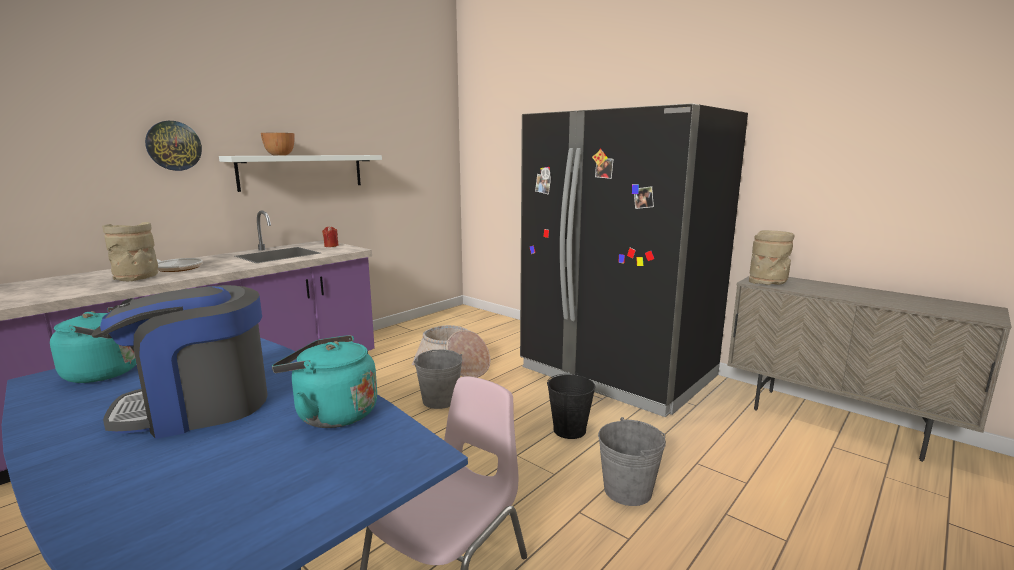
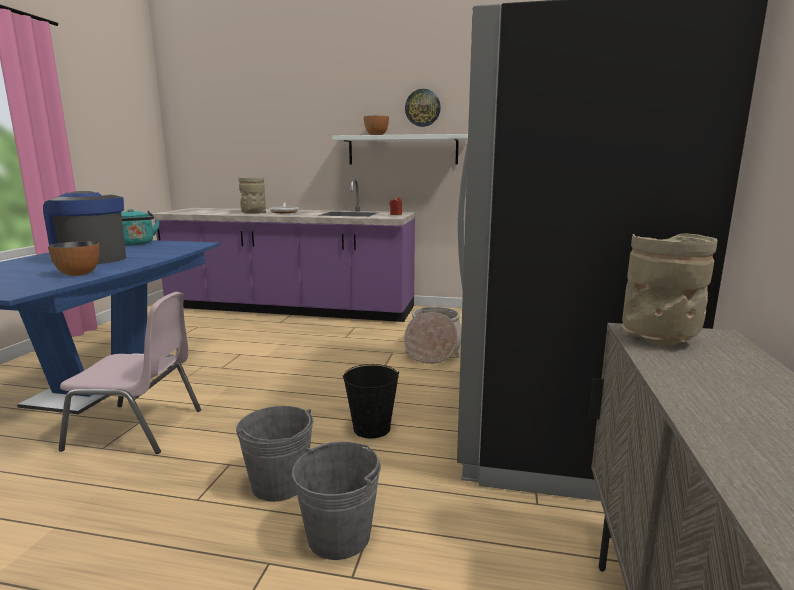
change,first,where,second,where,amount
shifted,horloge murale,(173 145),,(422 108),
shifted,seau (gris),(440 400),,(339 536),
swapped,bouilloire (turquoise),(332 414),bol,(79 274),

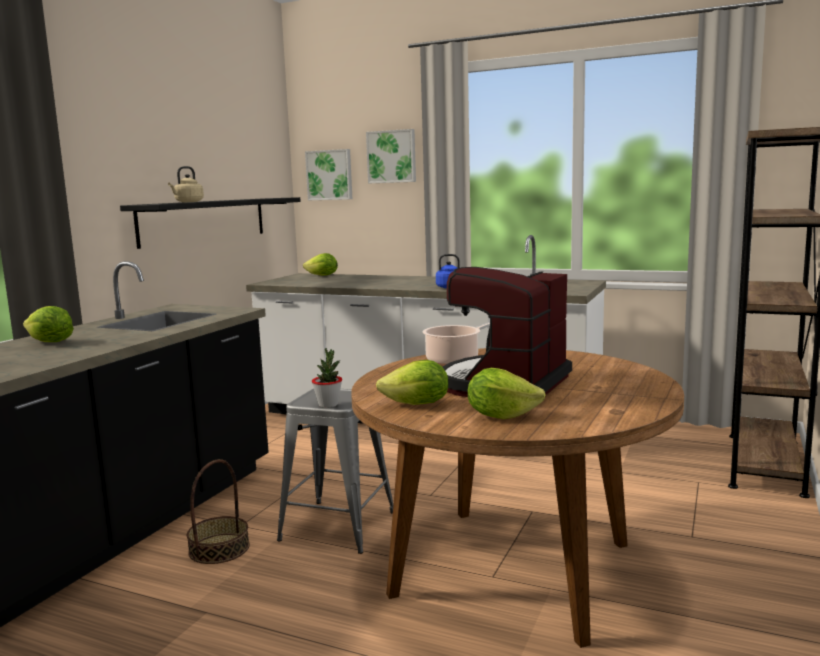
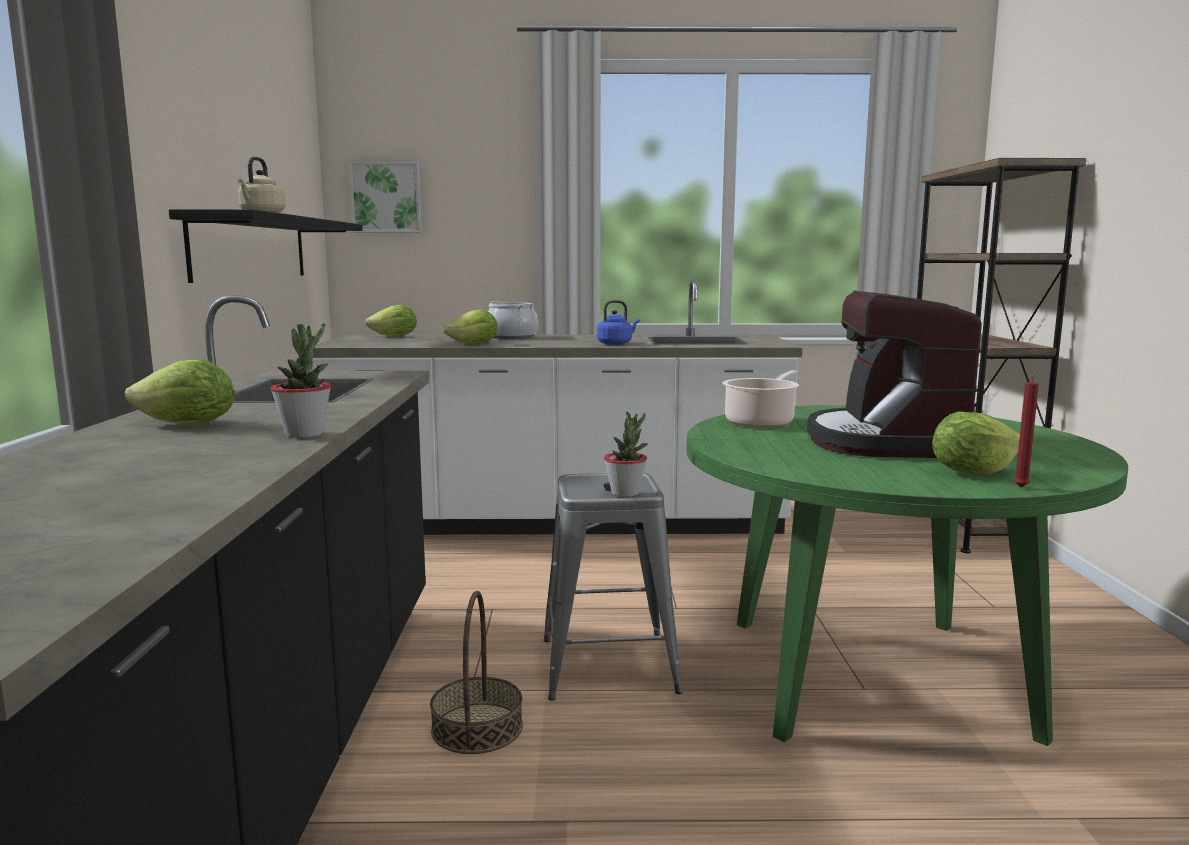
change,first,where,second,where,amount
gone,tableau,(392 156),,,
new,,,plante en pot,(304 434),
new,,,marmite,(511 337),
new,,,bougie (rouge),(1022 487),
shifted,laitue,(417 405),,(474 344),
repainted,table à manger (marron),(513 568),table à manger (vert),(873 675),

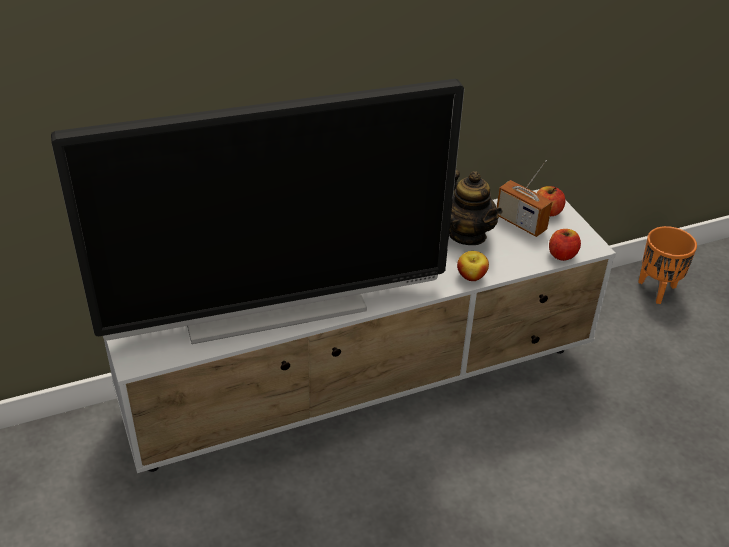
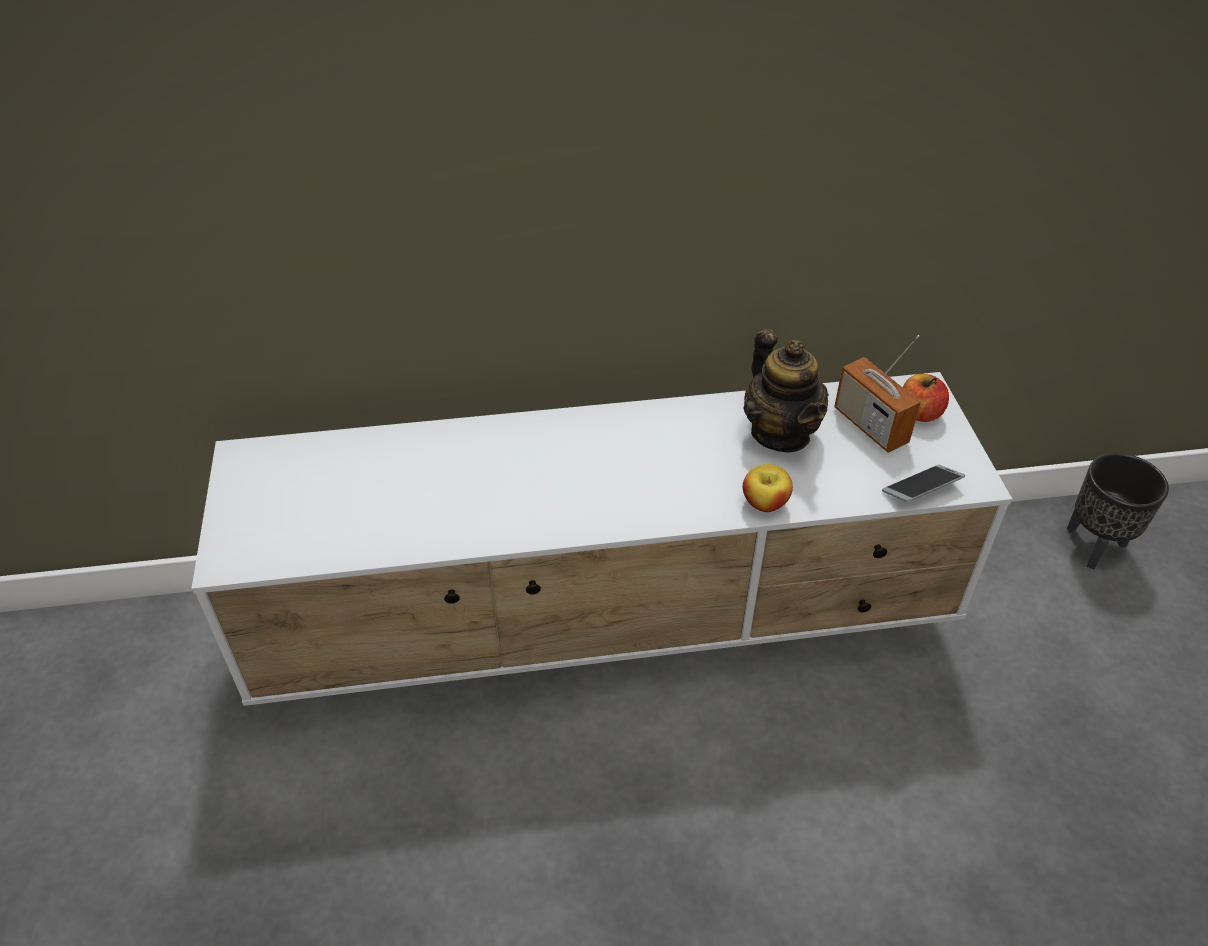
change,first,where,second,where,amount
gone,téléviseur,(275 308),,,
swapped,pomme,(562 255),téléphone,(921 489),
repainted,cache-pot (orange),(658 290),cache-pot (noir),(1095 546),

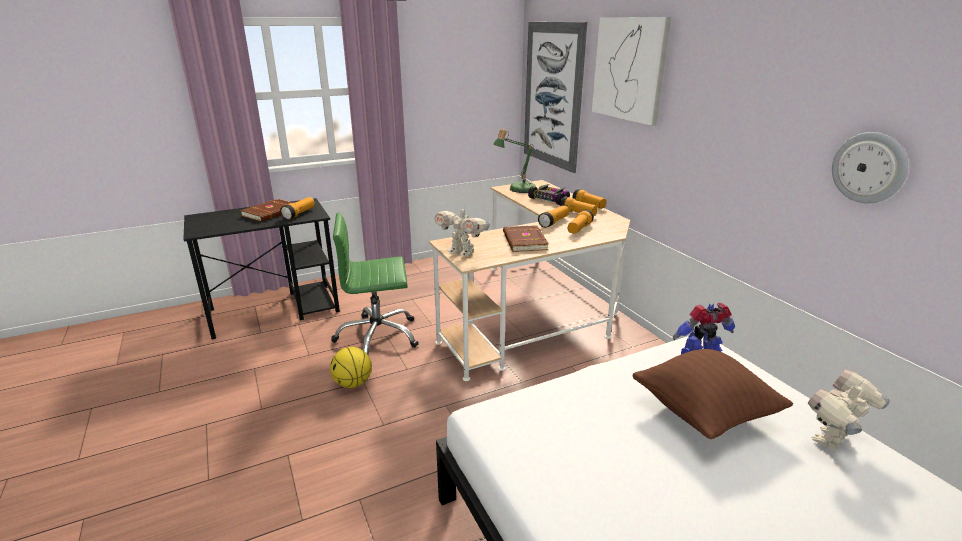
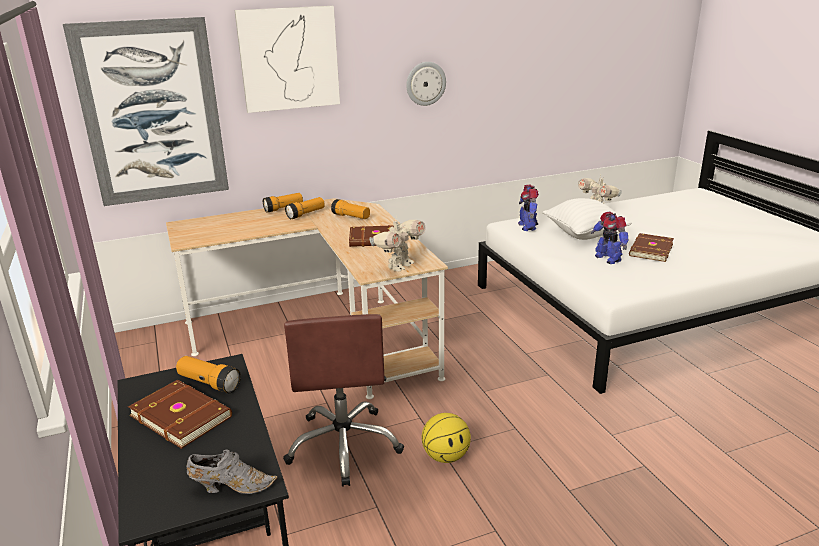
change,first,where,second,where,amount
gone,lampe de table,(518 189),,,
gone,petite voiture,(550 199),,,
gone,lampe de poche,(553 222),,,
new,,,chaussure (gris),(231 487),
new,,,robot jouet,(608 258),
new,,,livre (marron),(650 250),
shifted,horloge murale,(869 168),,(425 83),
repainted,chaise de bureau (vert),(378 337),chaise de bureau (marron),(344 445),
repainted,coussin (marron),(703 413),coussin (blanc),(584 234),

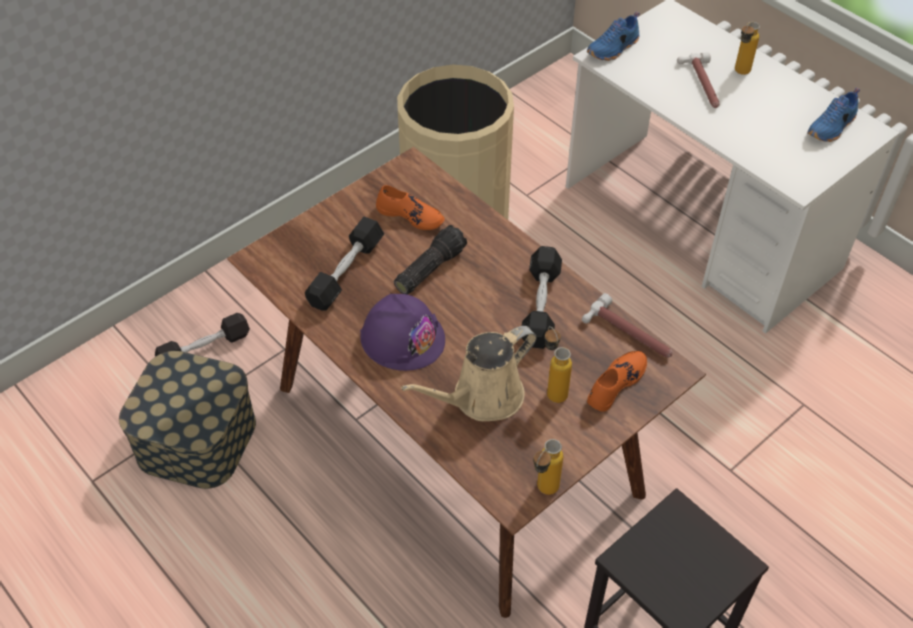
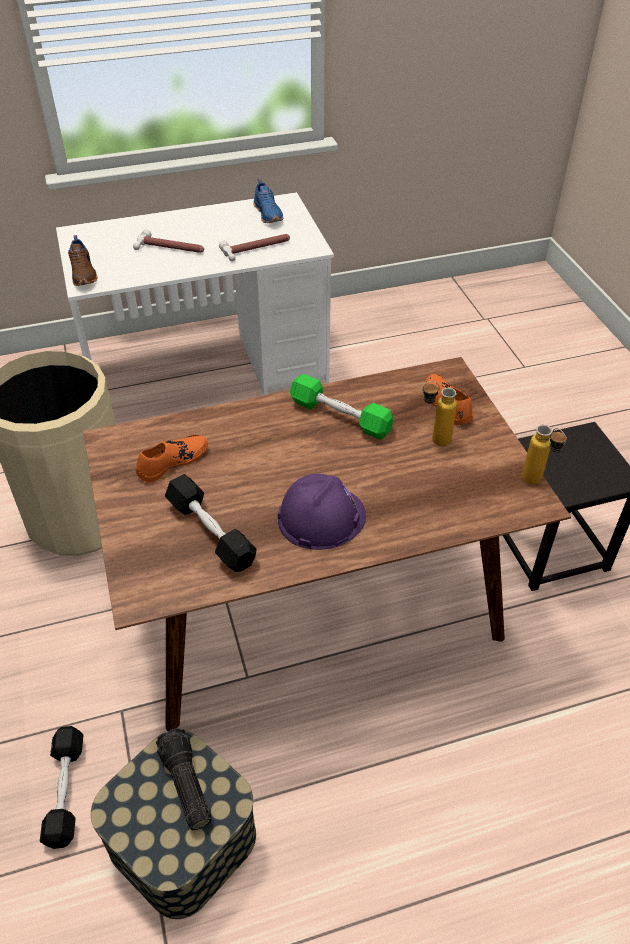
change,first,where,second,where,amount
gone,arrosoir (beige),(482 398),,,
gone,bouteille,(739 74),,,
shifted,lampe de poche,(429 268),,(184 784),
shifted,marteau,(629 335),,(257 249),
repainted,haltère (noir),(540 306),haltère (vert),(340 416),
repainted,chaussure (bleu),(614 49),chaussure (marron),(84 274),

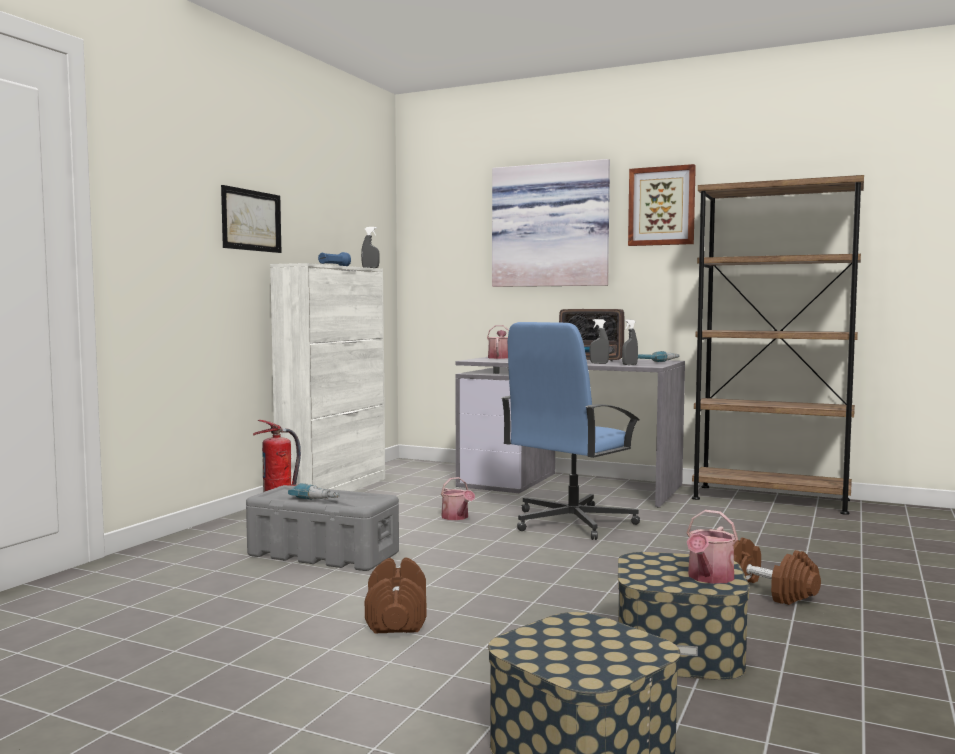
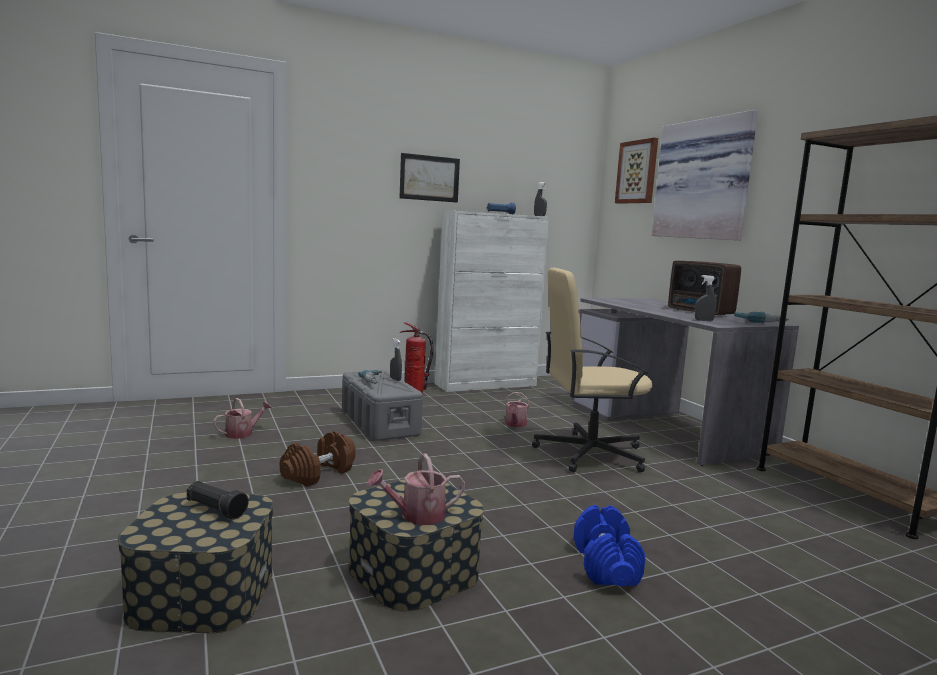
change,first,where,second,where,amount
new,,,lampe de poche (noir),(216 510),
shifted,arrosoir,(499 357),,(243 433),
shifted,vaporisateur (gris),(599 363),,(395 379),
shifted,tableau,(661 206),,(637 172),
repainted,chaise de bureau (bleu),(570 522),chaise de bureau (beige),(588 453),
repainted,haltère (marron),(765 591),haltère (bleu),(605 565),

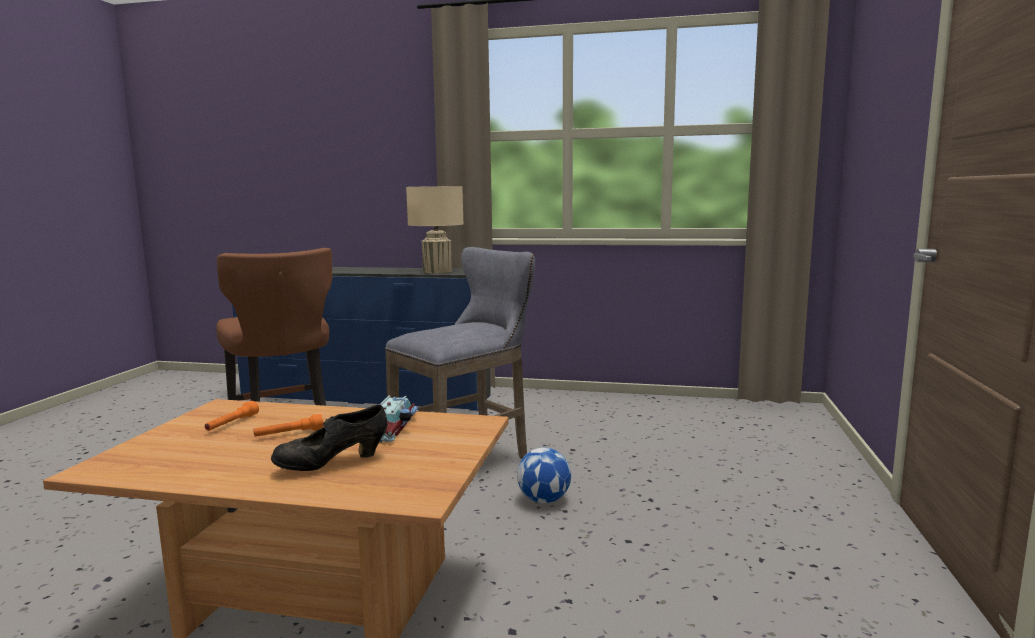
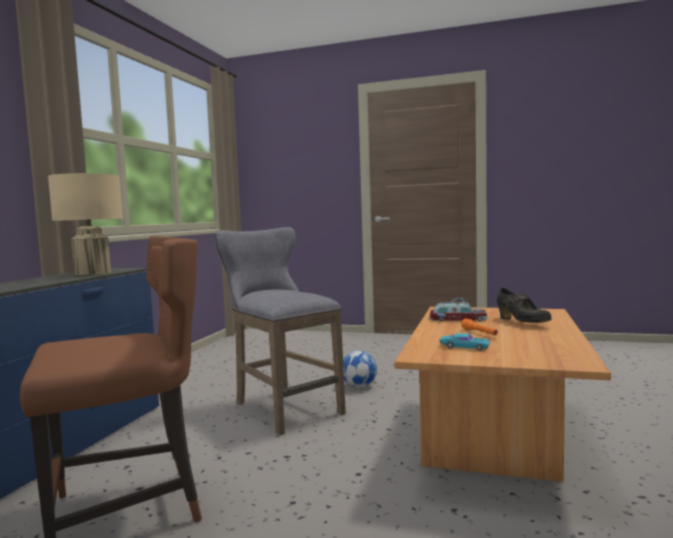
change,first,where,second,where,amount
swapped,lampe de poche (orange),(232 424),petite voiture (turquoise),(464 347),

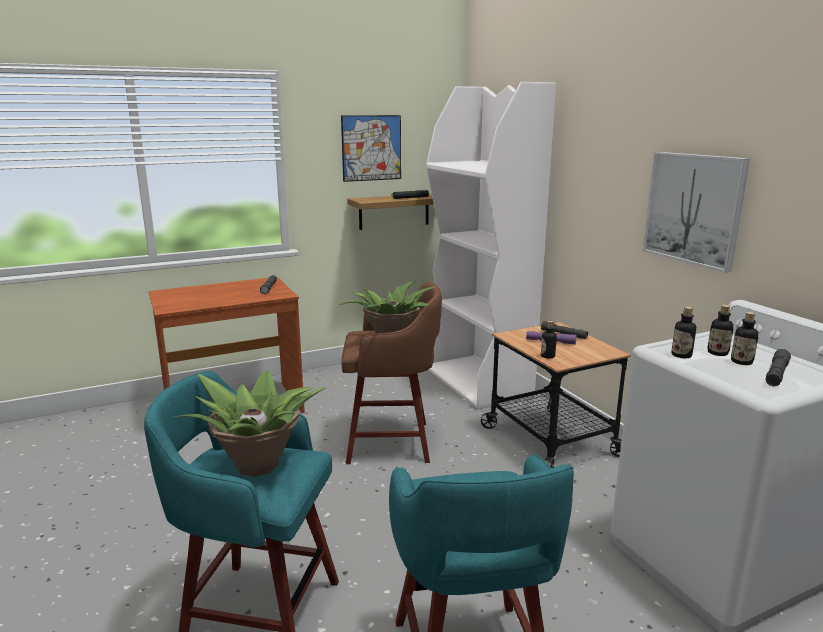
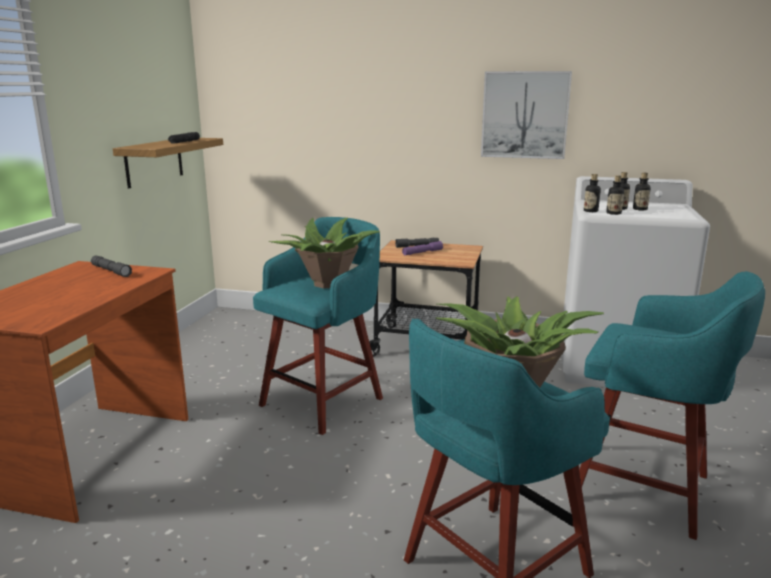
change,first,where,second,where,amount
gone,tableau,(371 148),,,
gone,bibliothèque (blanc),(478 382),,,
gone,lampe de poche (gris),(776 374),,,
shifted,bouteille,(547 356),,(590 211),
repainted,tabouret (marron),(392 442),tabouret (turquoise),(324 400),

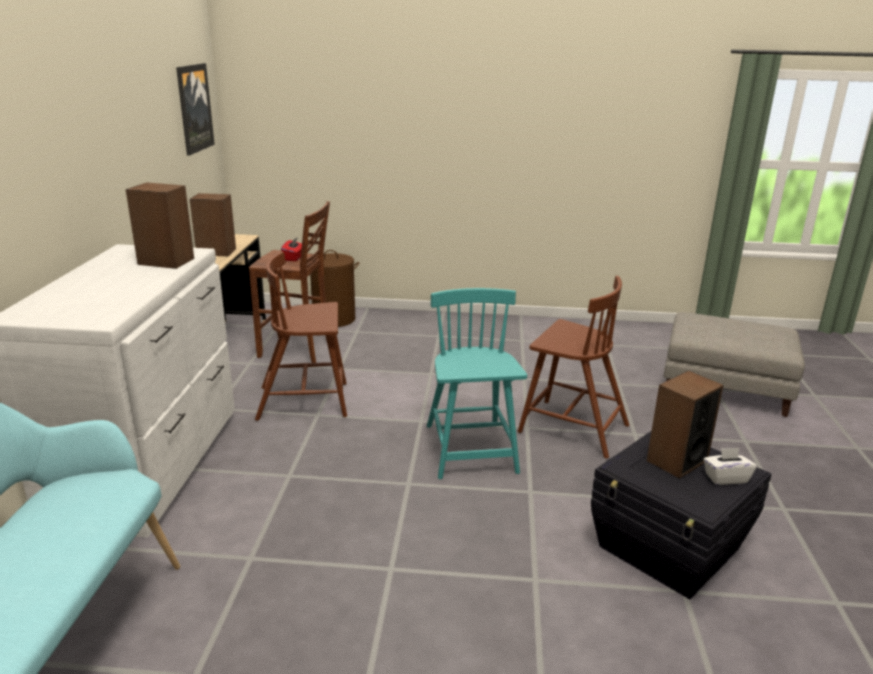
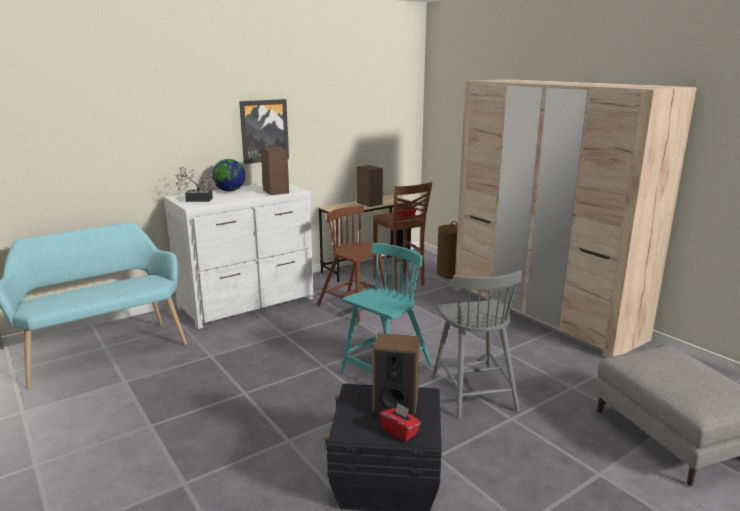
change,first,where,second,where,amount
new,,,plante en pot,(196 199),
new,,,globe,(230 191),
new,,,armoire (beige),(543 312),
shifted,tableau,(194 108),,(264 131),
repainted,chaise (marron),(571 428),chaise (gris),(473 391),
repainted,boîte à mouchoirs (blanc),(725 478),boîte à mouchoirs (rouge),(400 432),

